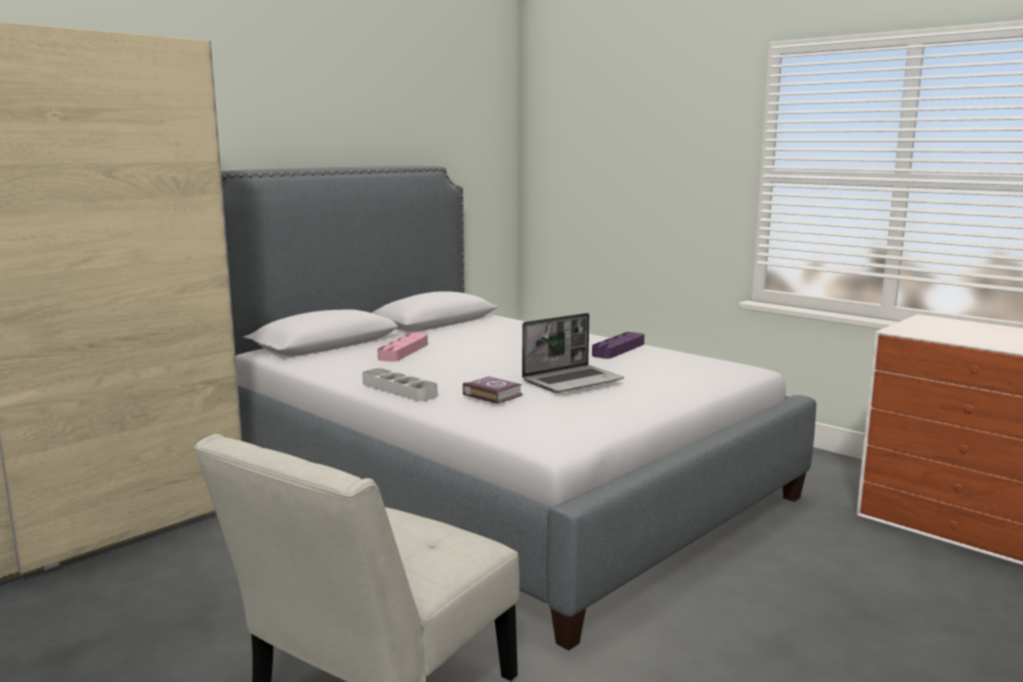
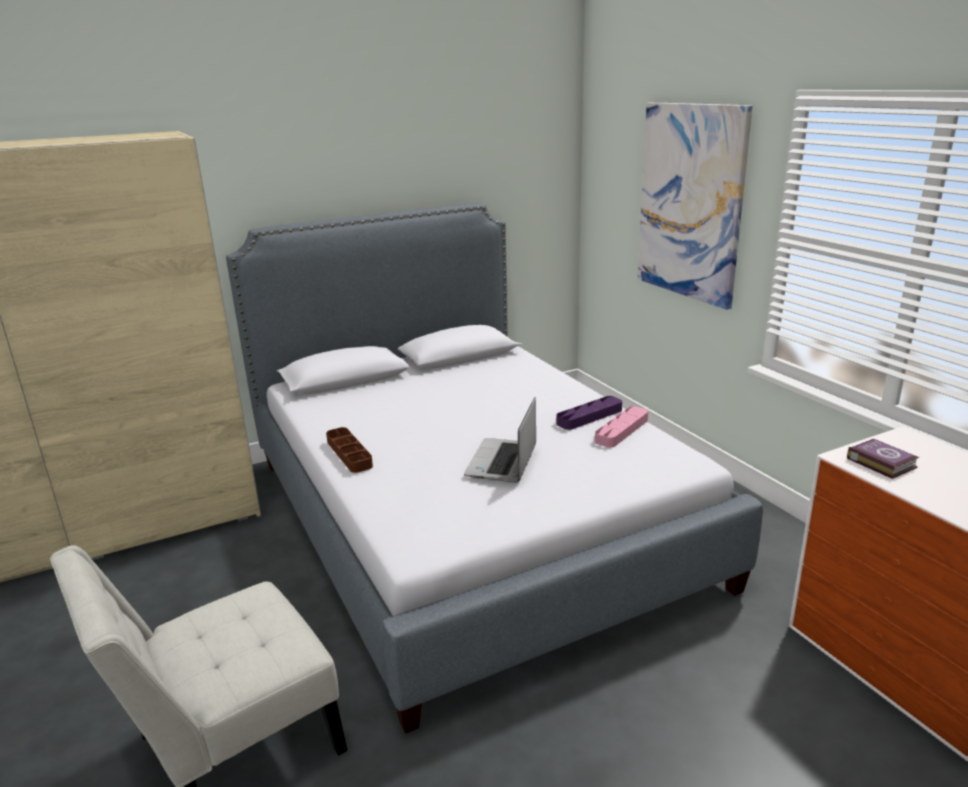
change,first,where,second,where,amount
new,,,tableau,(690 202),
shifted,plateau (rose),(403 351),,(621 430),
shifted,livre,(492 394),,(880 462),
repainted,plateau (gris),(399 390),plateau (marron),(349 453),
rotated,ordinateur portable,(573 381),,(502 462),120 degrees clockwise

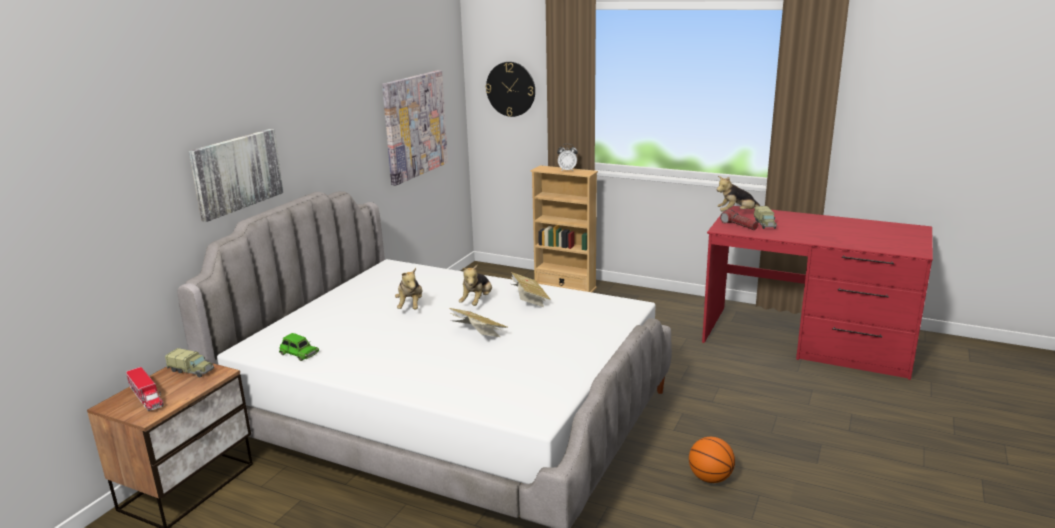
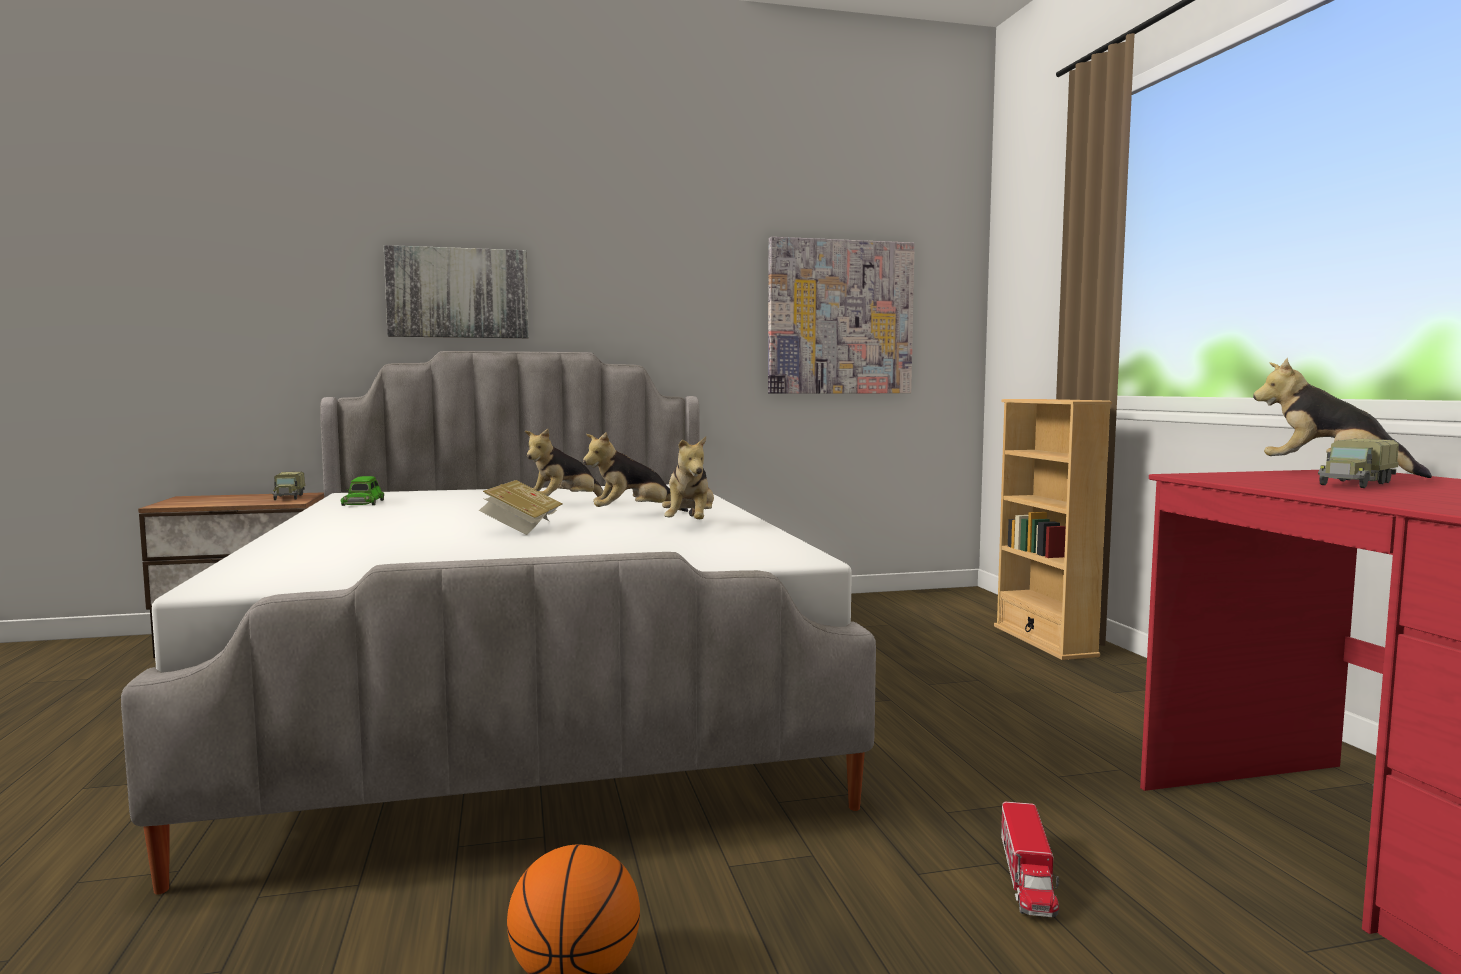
change,first,where,second,where,amount
gone,horloge murale,(511 89),,,
gone,réveil,(567 170),,,
gone,lampe de poche,(739 225),,,
shifted,camion jouet,(146 397),,(1027 877),
swapped,livre,(529 300),peluche,(690 525),

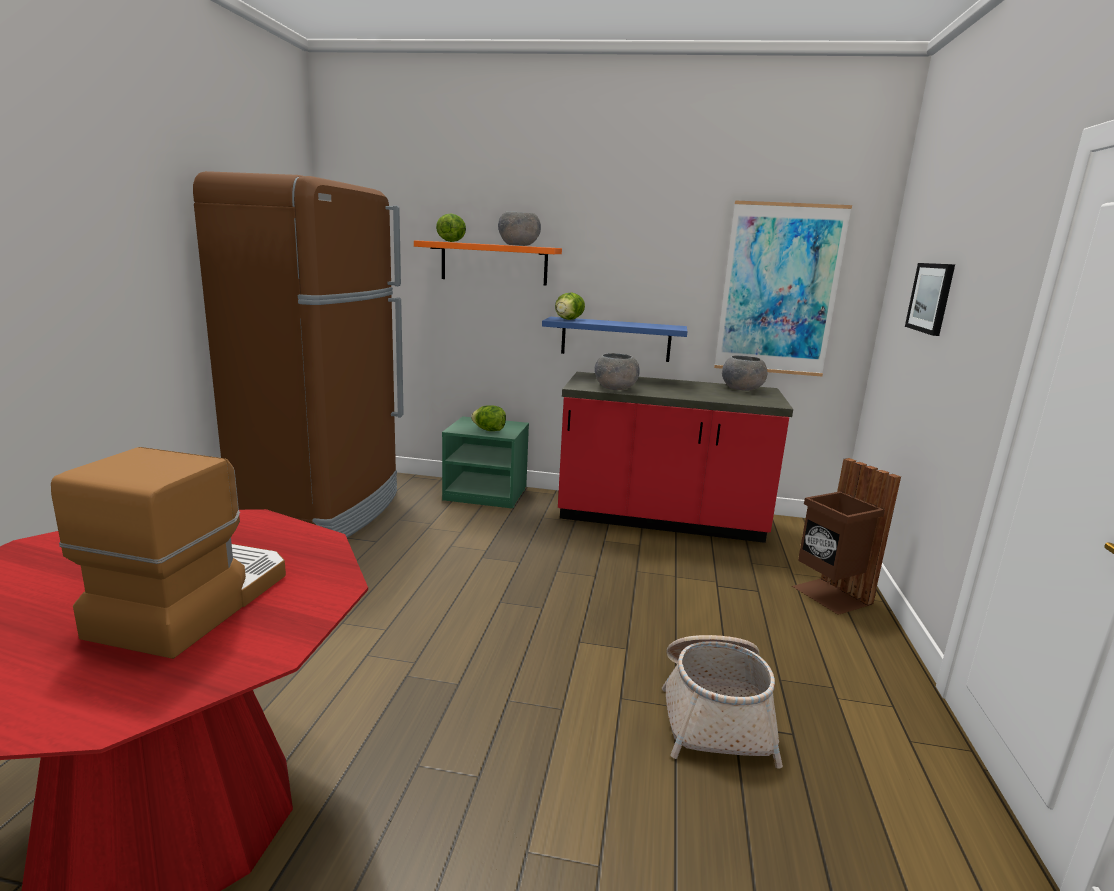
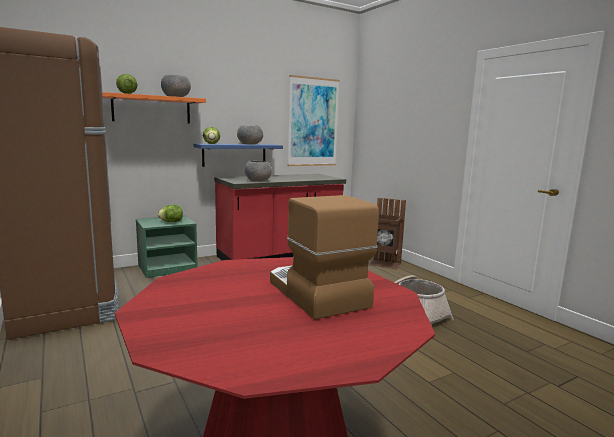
change,first,where,second,where,amount
gone,tableau,(931 298),,,
shifted,bol (gris),(742 389),,(250 144),

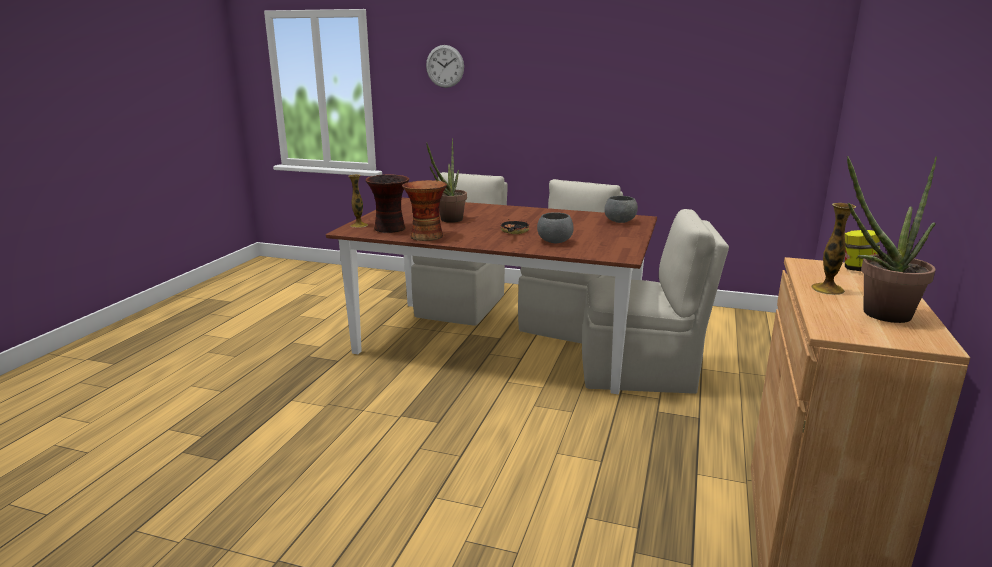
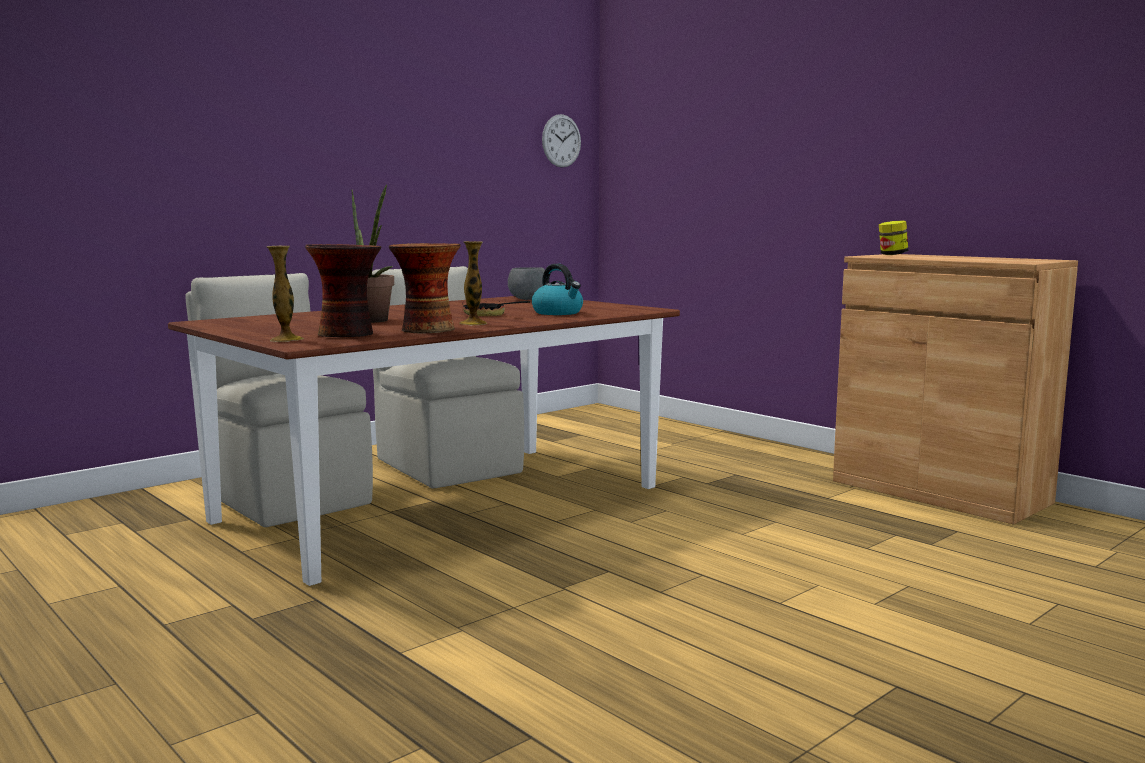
change,first,where,second,where,amount
gone,chaise (beige),(640 372),,,
gone,plante en pot,(877 315),,,
shifted,horloge murale,(445 66),,(561 141),
shifted,vase,(827 289),,(473 323),
swapped,bol (gris),(554 242),bouilloire,(558 313),

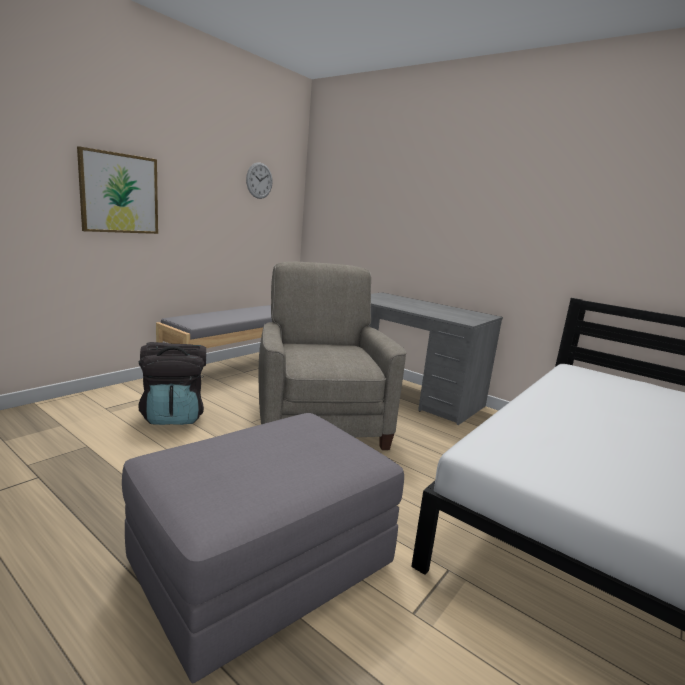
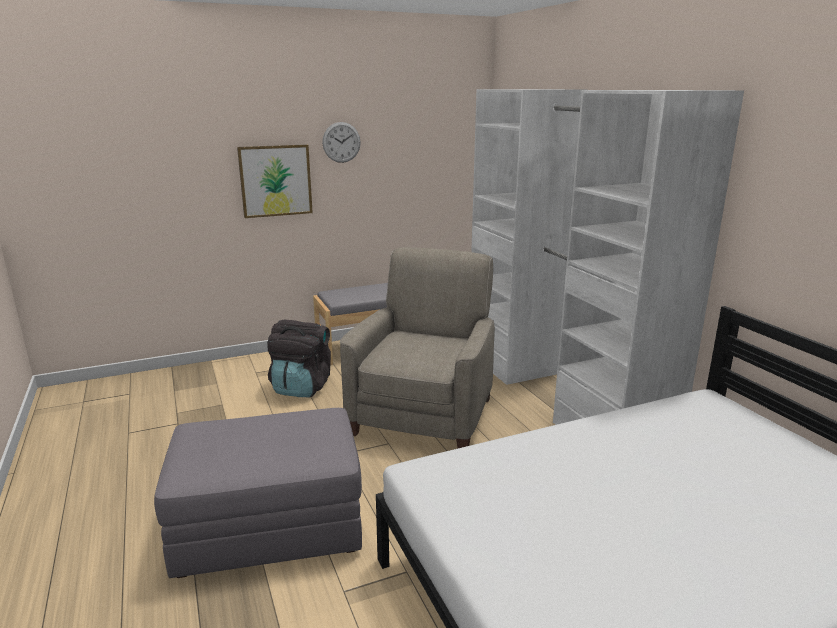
change,first,where,second,where,amount
shifted,horloge murale,(259 180),,(341 142),
swapped,bureau (gris),(409 394),armoire (blanc),(558 396),

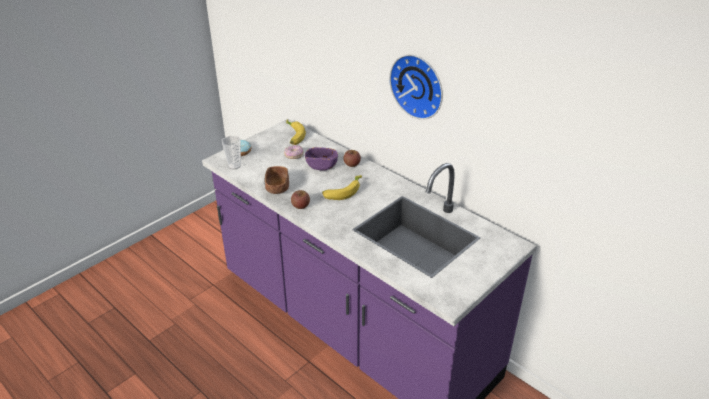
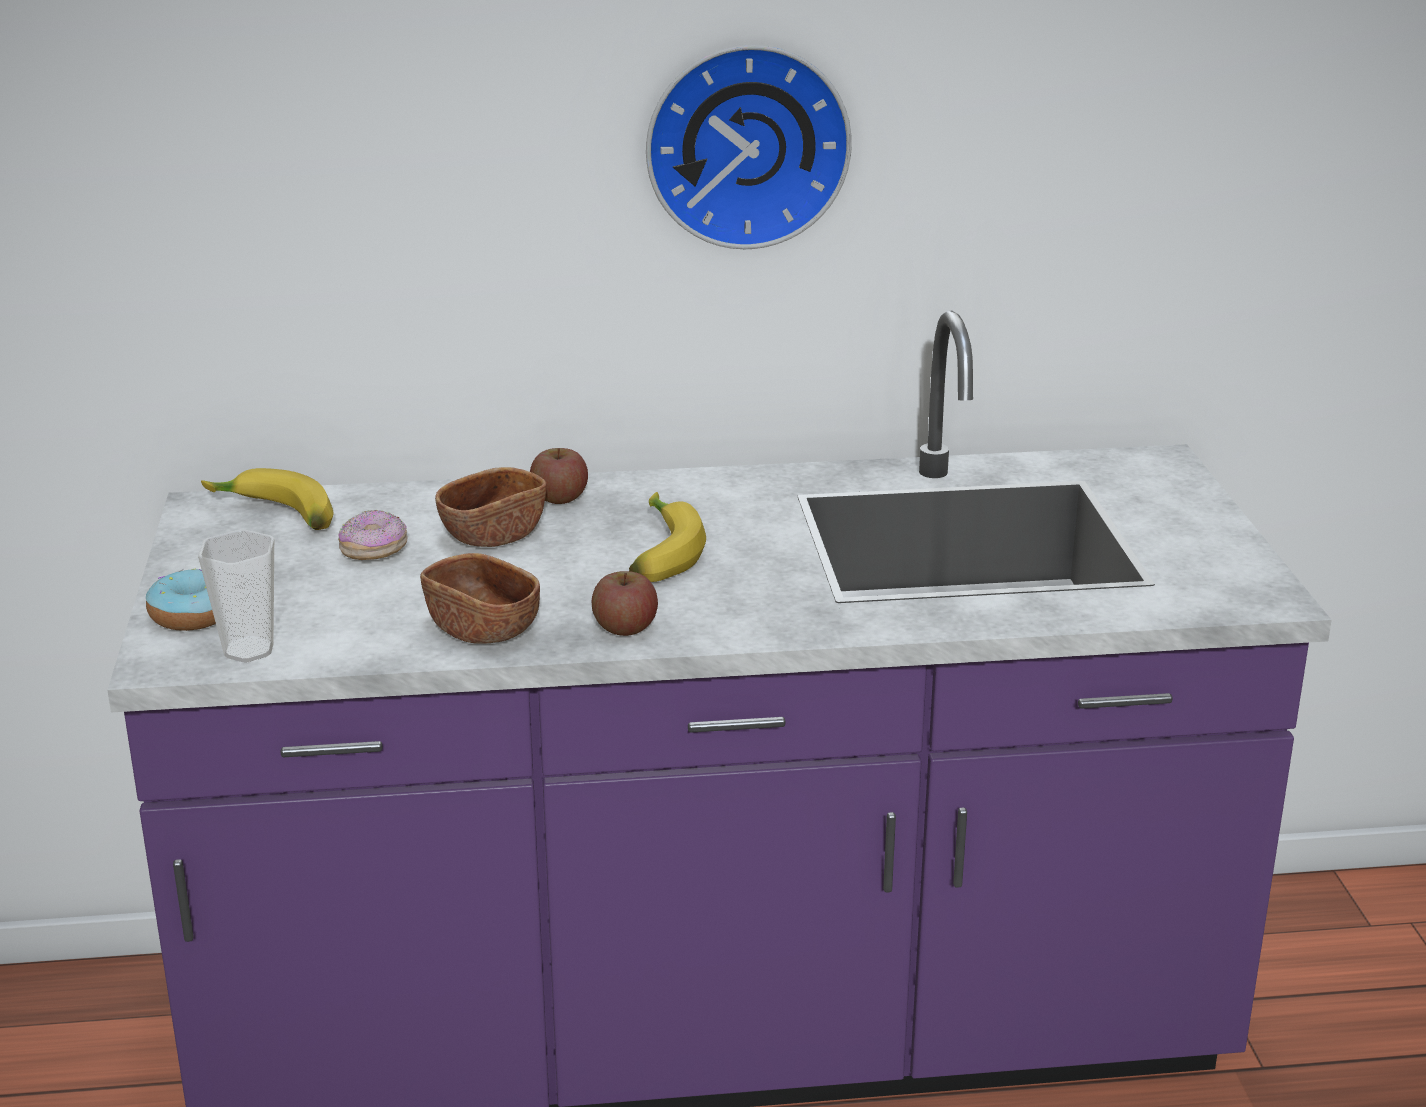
change,first,where,second,where,amount
repainted,bol (violet),(321 166),bol (marron),(493 534),

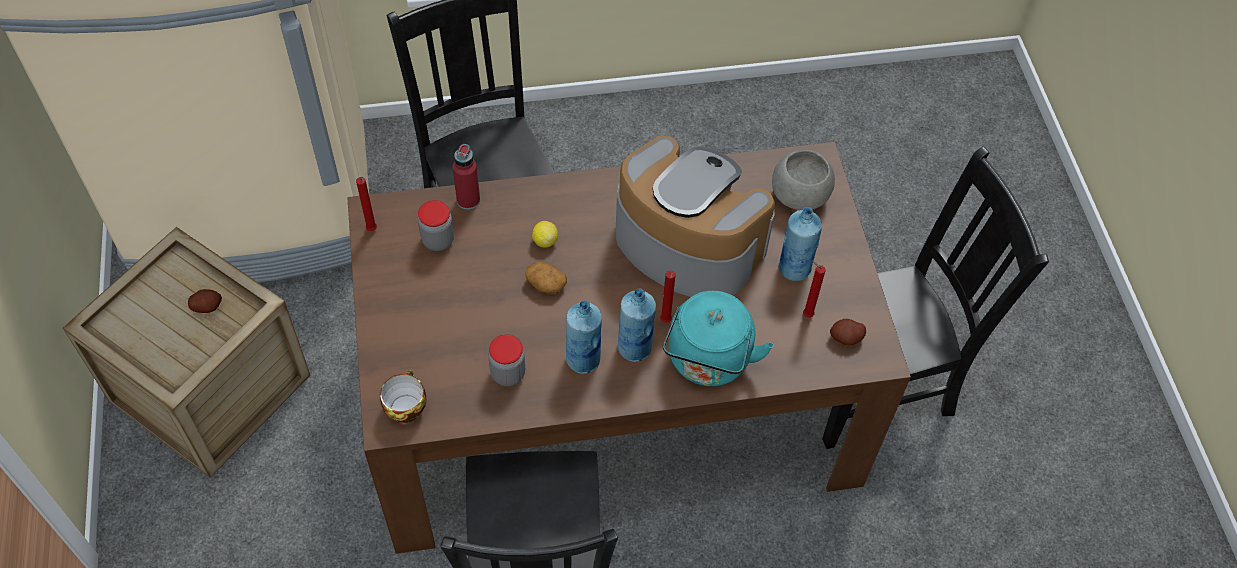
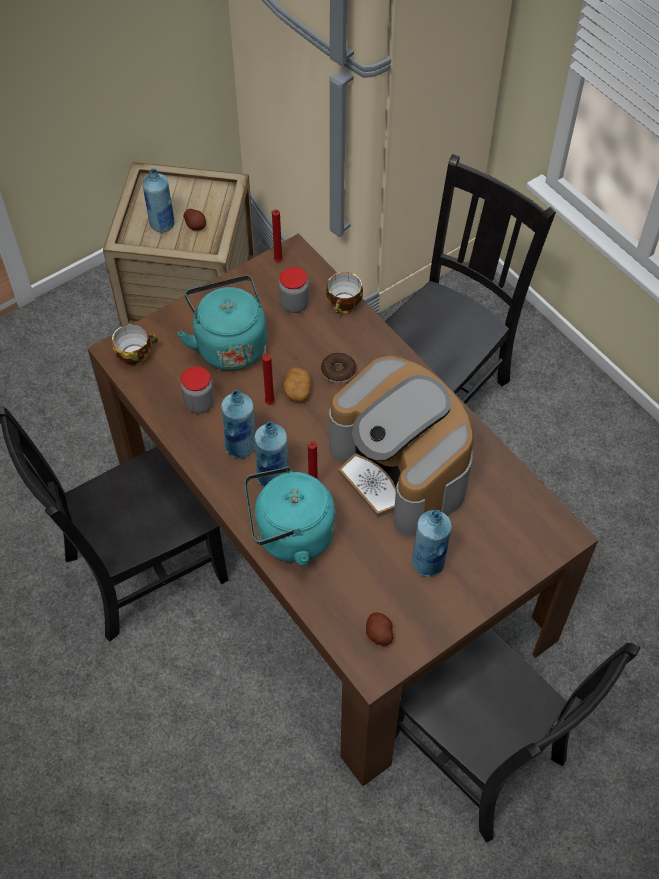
change,first,where,second,where,amount
gone,bol (gris),(799 195),,,
new,,,bouteille (bleu),(162 224),
new,,,bouilloire (turquoise),(229 344),
shifted,bougie (rouge),(806 314),,(269 401),
swapped,bouteille (rouge),(468 200),tasse,(344 305),
swapped,citron,(545 241),beignet,(338 371),
rotated,machine à café,(686 243),,(401 469),135 degrees clockwise

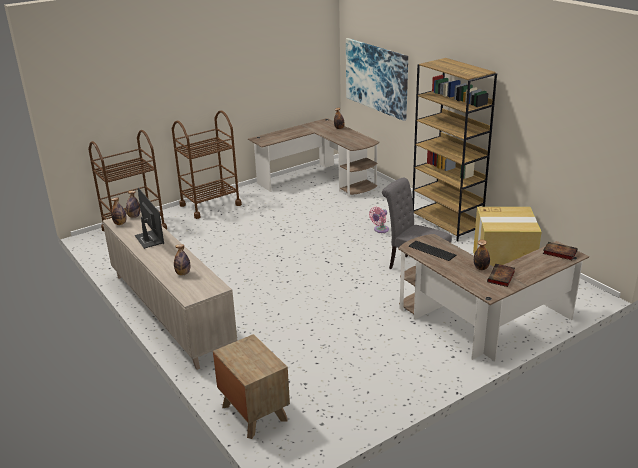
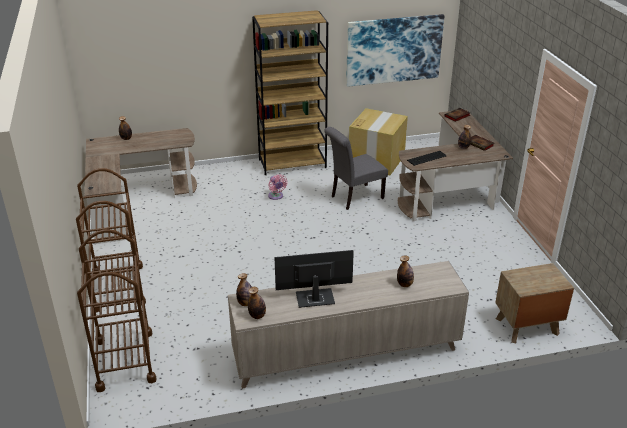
change,first,where,second,where,amount
shifted,tableau,(376 78),,(394 50),

